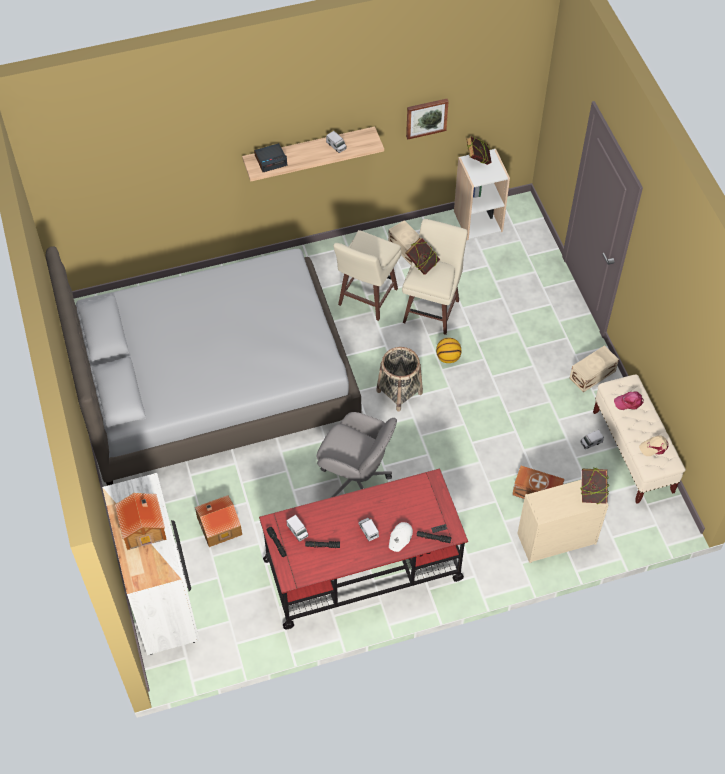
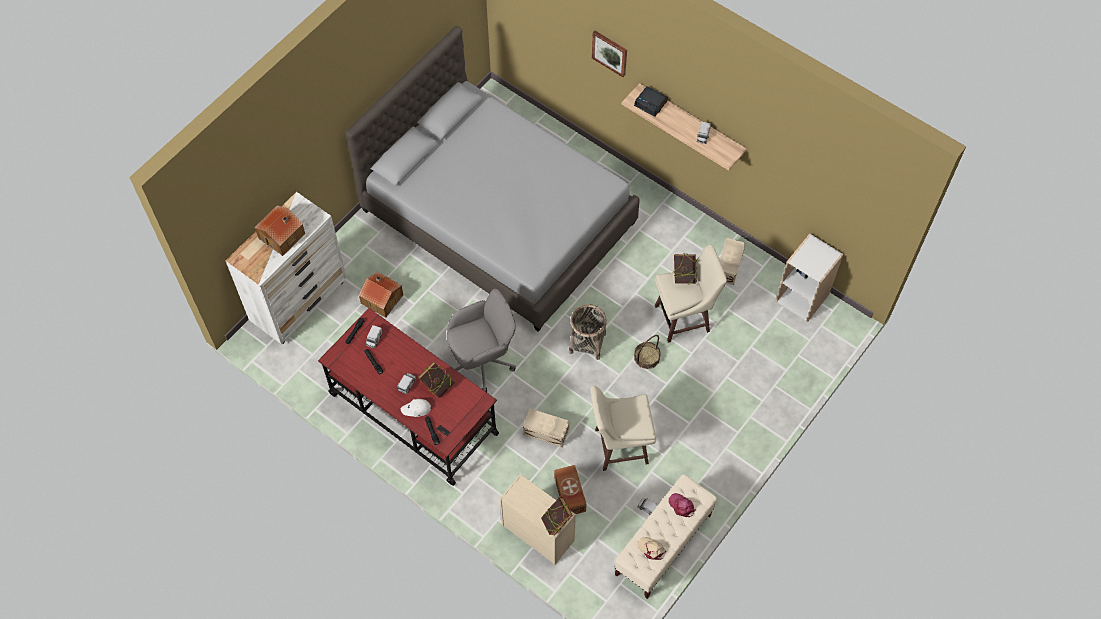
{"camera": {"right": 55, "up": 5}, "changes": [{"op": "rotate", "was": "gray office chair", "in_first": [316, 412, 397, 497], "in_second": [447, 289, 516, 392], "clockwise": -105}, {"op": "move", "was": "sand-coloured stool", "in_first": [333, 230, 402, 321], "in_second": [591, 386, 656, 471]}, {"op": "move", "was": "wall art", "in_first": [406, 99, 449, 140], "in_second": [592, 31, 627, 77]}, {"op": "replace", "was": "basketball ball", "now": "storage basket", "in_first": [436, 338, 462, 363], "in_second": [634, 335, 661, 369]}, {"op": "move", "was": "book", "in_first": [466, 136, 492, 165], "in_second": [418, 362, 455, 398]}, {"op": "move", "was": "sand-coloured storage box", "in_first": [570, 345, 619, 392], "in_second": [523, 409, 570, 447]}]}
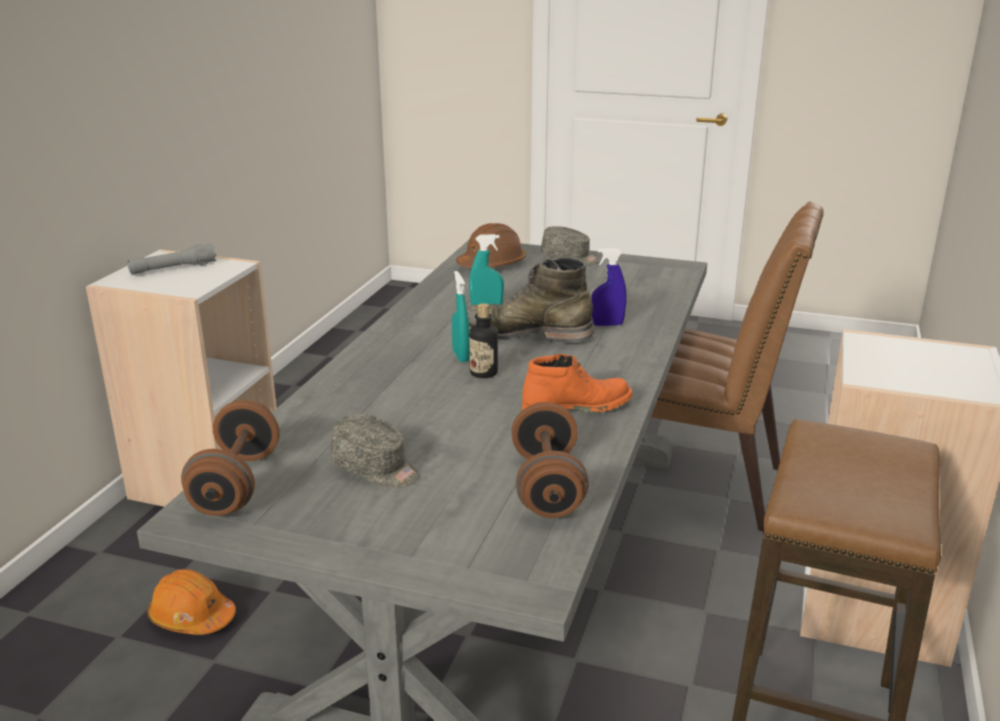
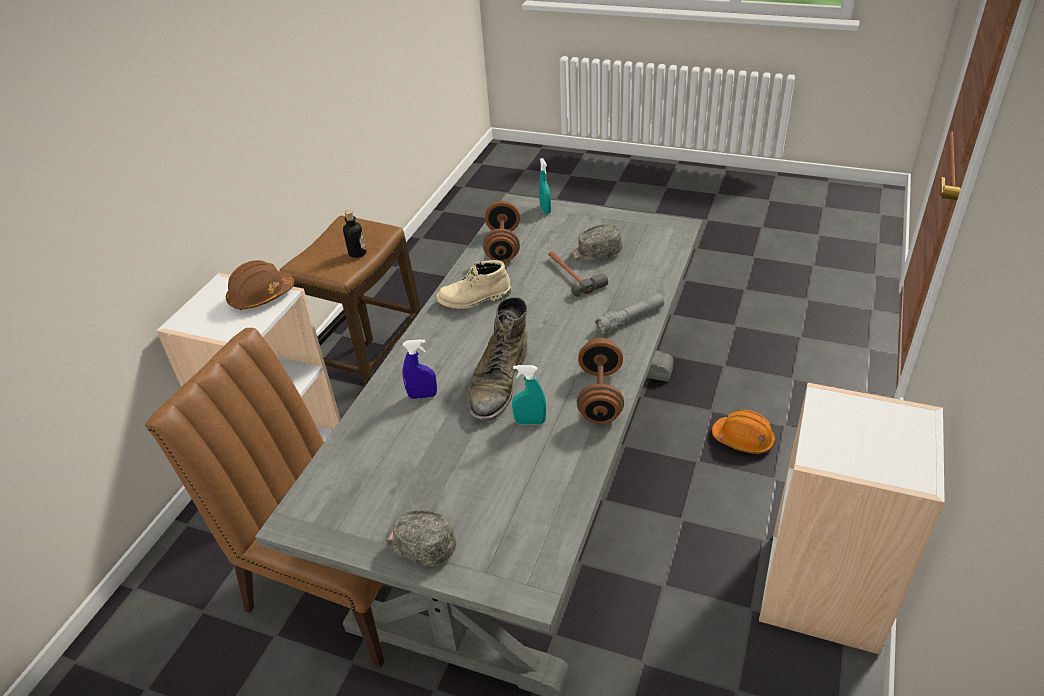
{"camera": {"right": -175, "up": 15}, "changes": [{"op": "move", "was": "gray flashlight", "in_first": [127, 244, 217, 275], "in_second": [595, 294, 664, 334]}, {"op": "move", "was": "brownish free weight", "in_first": [181, 400, 280, 516], "in_second": [577, 338, 624, 424]}, {"op": "rotate", "was": "gray peaked cap", "in_first": [331, 414, 419, 488], "in_second": [569, 224, 622, 262], "clockwise": -45}, {"op": "move", "was": "turquoise hand sprayer", "in_first": [452, 271, 470, 362], "in_second": [539, 158, 551, 214]}, {"op": "move", "was": "brownish work helmet", "in_first": [456, 223, 526, 268], "in_second": [226, 260, 295, 310]}, {"op": "rotate", "was": "greenish high-top boot", "in_first": [466, 258, 594, 343], "in_second": [467, 297, 527, 421], "clockwise": 90}, {"op": "move", "was": "drink bottle", "in_first": [469, 303, 498, 378], "in_second": [343, 210, 367, 258]}, {"op": "recolor", "was": "orange-coloured high-top boot", "now": "sand-coloured high-top boot", "in_first": [522, 354, 632, 413], "in_second": [437, 260, 511, 309]}, {"op": "insert", "now": "hand hammer", "in_second": [548, 251, 608, 297]}]}
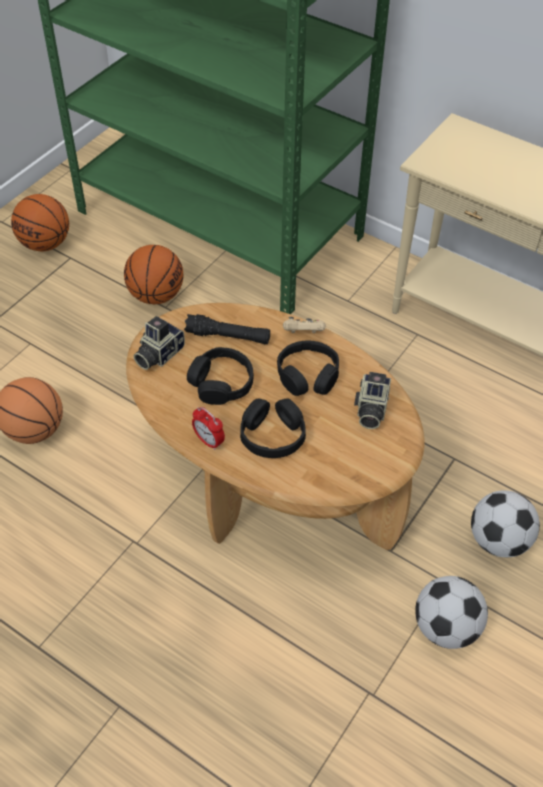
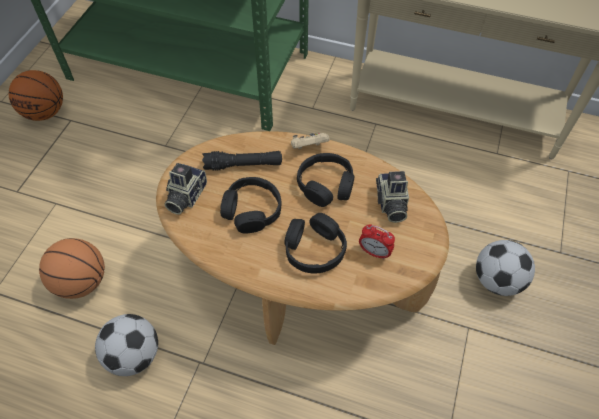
{"camera": {"right": -15, "up": 5}, "changes": [{"op": "delete", "was": "basketball ball", "in_first": [124, 245, 183, 304]}, {"op": "move", "was": "alarm clock", "in_first": [192, 407, 225, 450], "in_second": [359, 224, 395, 260]}, {"op": "move", "was": "ball for football", "in_first": [415, 576, 488, 649], "in_second": [95, 314, 158, 376]}]}
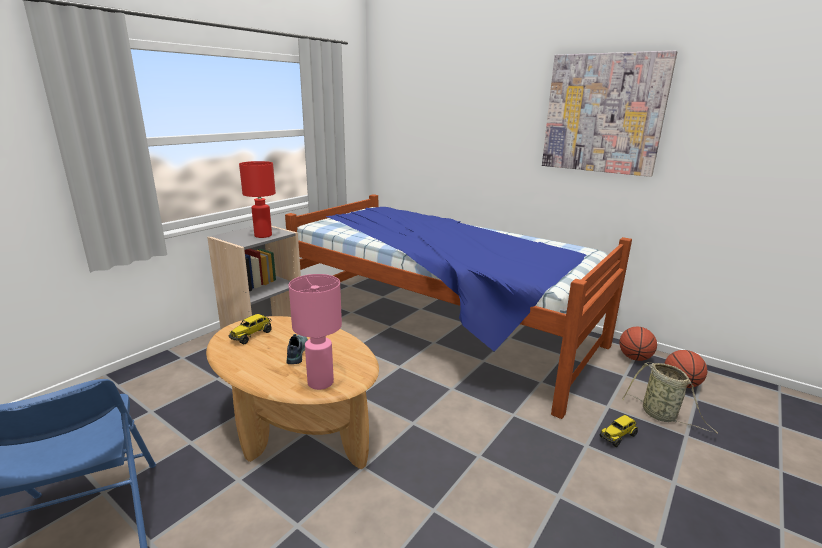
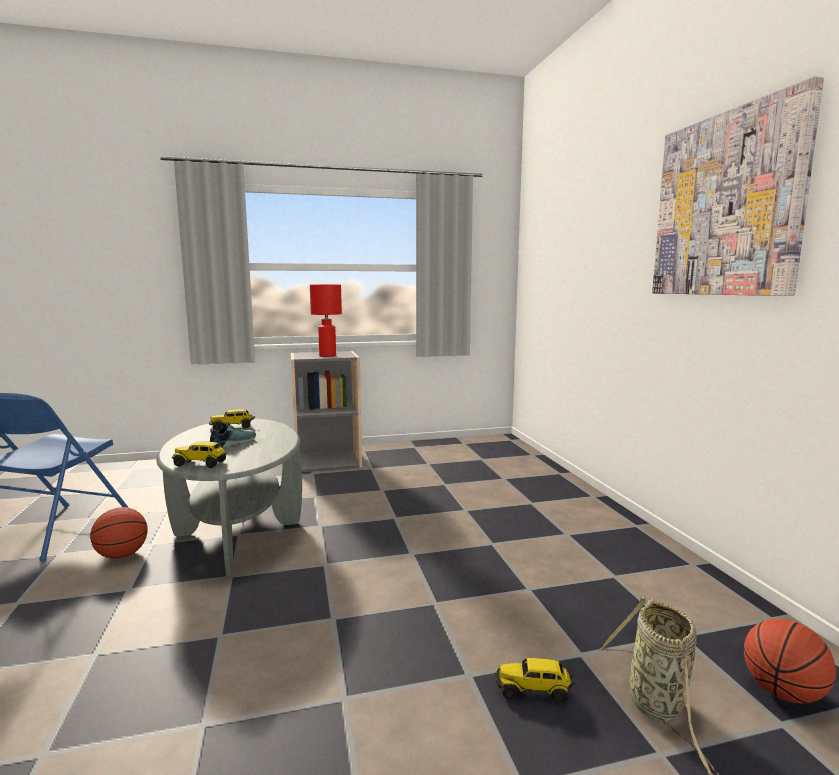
{"camera": {"right": 40, "up": -10}, "changes": [{"op": "recolor", "was": "brownish lounge table", "now": "gray lounge table", "in_first": [206, 316, 379, 469], "in_second": [156, 419, 302, 576]}, {"op": "delete", "was": "sleeping bed", "in_first": [285, 194, 632, 419]}, {"op": "replace", "was": "pink lamp for a table", "now": "toy truck", "in_first": [289, 274, 342, 390], "in_second": [172, 442, 228, 468]}, {"op": "move", "was": "basketball ball", "in_first": [619, 327, 657, 361], "in_second": [90, 507, 148, 559]}]}
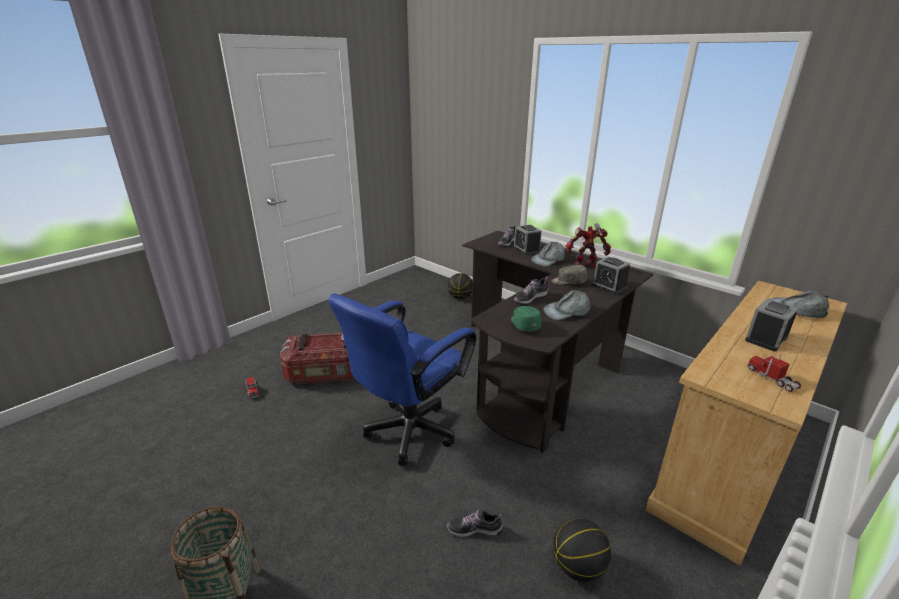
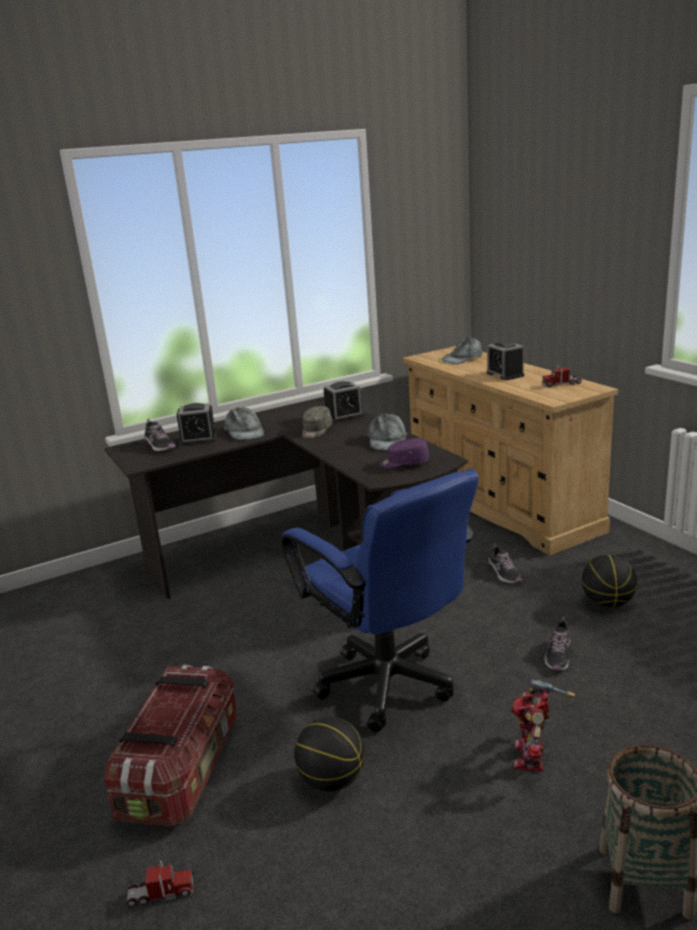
{"camera": {"right": -70, "up": -5}, "changes": [{"op": "move", "was": "basketball ball", "in_first": [447, 273, 473, 299], "in_second": [294, 716, 365, 792]}, {"op": "recolor", "was": "greenish peaked cap", "now": "purplish peaked cap", "in_first": [511, 306, 541, 331], "in_second": [380, 438, 429, 468]}, {"op": "move", "was": "low shoe", "in_first": [514, 276, 549, 304], "in_second": [488, 543, 522, 583]}, {"op": "move", "was": "model robot", "in_first": [565, 224, 611, 267], "in_second": [511, 679, 575, 772]}]}
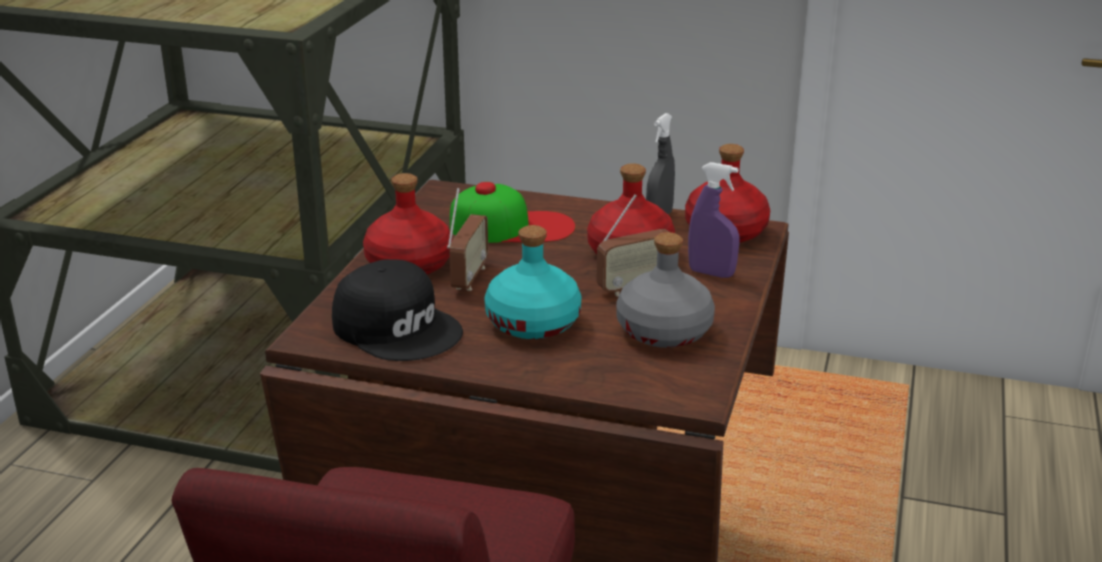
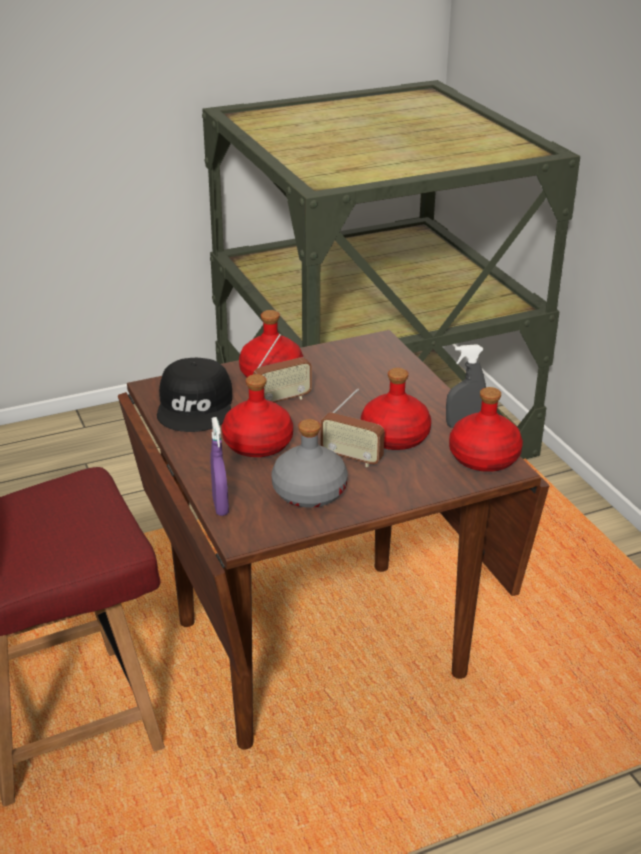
{"camera": {"right": 50, "up": 5}, "changes": [{"op": "delete", "was": "peaked cap", "in_first": [450, 182, 576, 243]}, {"op": "recolor", "was": "turquoise drink bottle", "now": "red-coloured drink bottle", "in_first": [484, 225, 582, 339], "in_second": [222, 374, 293, 457]}, {"op": "move", "was": "purplish hand sprayer", "in_first": [688, 162, 740, 278], "in_second": [211, 417, 229, 516]}]}
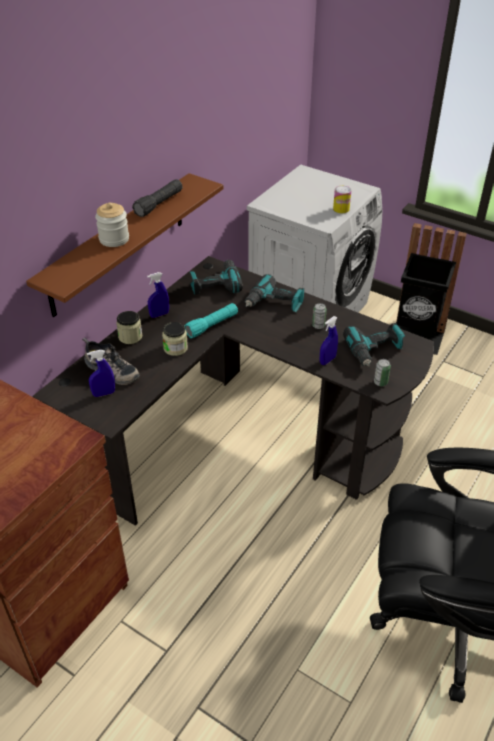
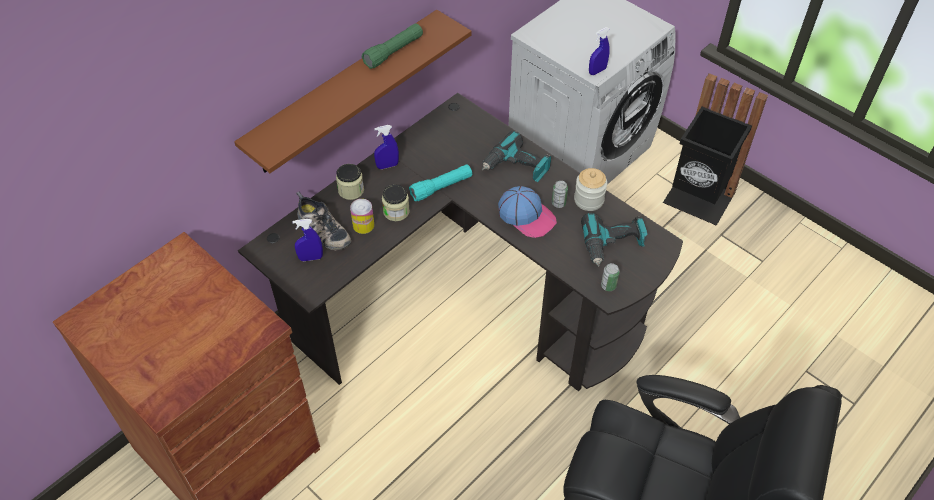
{"camera": {"right": 10, "up": 10}, "changes": [{"op": "move", "was": "jar", "in_first": [95, 202, 129, 247], "in_second": [574, 168, 607, 211]}, {"op": "recolor", "was": "black-coloured flashlight", "now": "greenish flashlight", "in_first": [132, 179, 183, 217], "in_second": [362, 24, 423, 69]}, {"op": "delete", "was": "electric drill", "in_first": [190, 260, 243, 295]}, {"op": "move", "was": "blue-coloured hand sprayer", "in_first": [320, 316, 338, 365], "in_second": [589, 27, 609, 75]}, {"op": "move", "was": "sealed can", "in_first": [333, 186, 351, 213], "in_second": [350, 199, 374, 234]}, {"op": "insert", "now": "peaked cap", "in_second": [498, 186, 557, 238]}]}
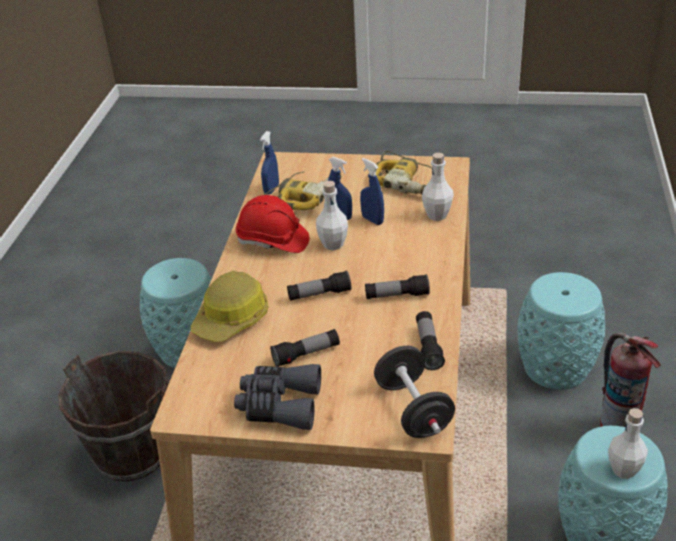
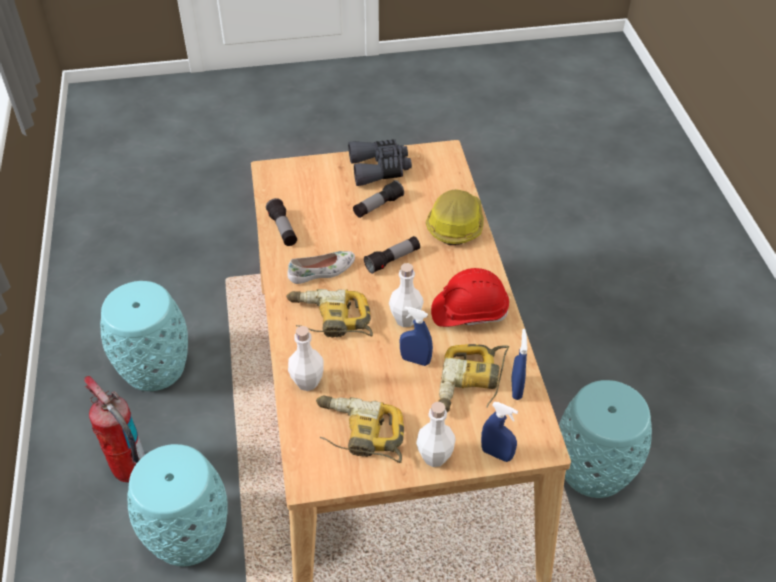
{"camera": {"right": 160, "up": 10}, "changes": [{"op": "delete", "was": "brownish bucket", "in_first": [58, 351, 168, 482]}, {"op": "move", "was": "blue-coloured hand sprayer", "in_first": [360, 158, 384, 225], "in_second": [481, 402, 518, 462]}, {"op": "replace", "was": "flashlight", "now": "white-coloured low shoe", "in_first": [365, 274, 430, 299], "in_second": [287, 251, 355, 284]}, {"op": "delete", "was": "black-coloured free weight", "in_first": [374, 346, 455, 438]}, {"op": "move", "was": "white-coloured drink bottle", "in_first": [608, 408, 648, 479], "in_second": [416, 402, 456, 467]}, {"op": "insert", "now": "electric drill", "in_second": [286, 289, 373, 338]}]}
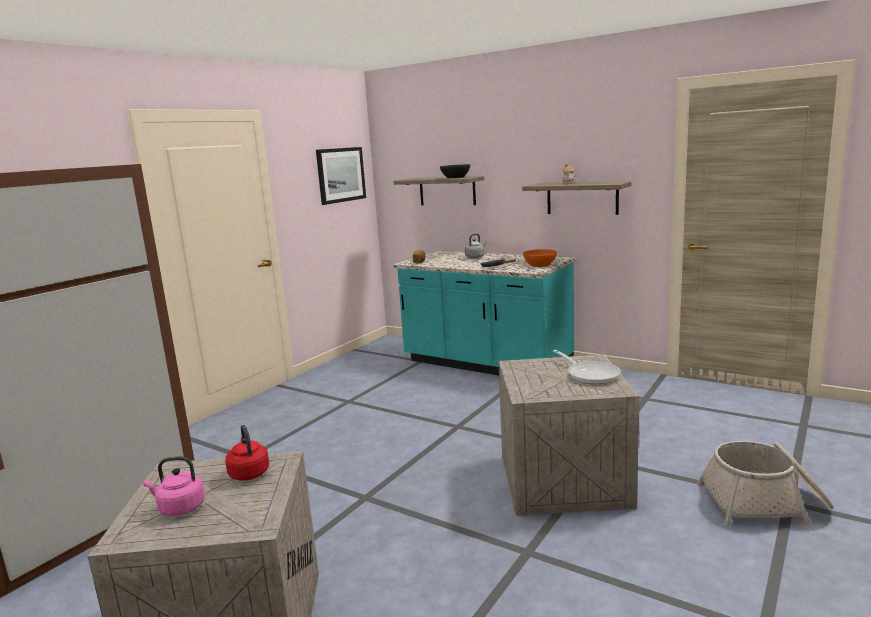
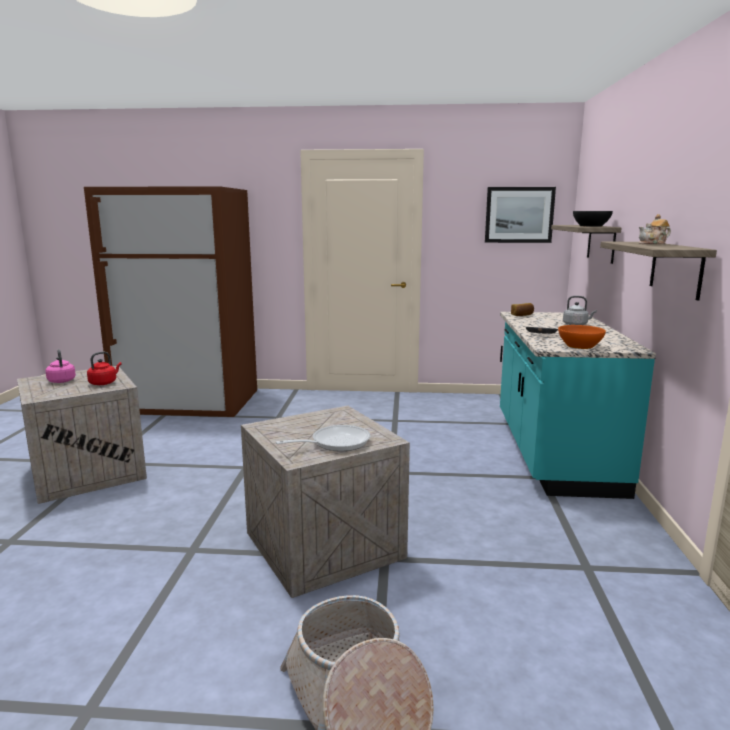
{"camera": {"right": 60, "up": 0}, "changes": [{"op": "rotate", "was": "frying pan", "in_first": [553, 350, 621, 384], "in_second": [276, 425, 371, 451], "clockwise": -150}]}
